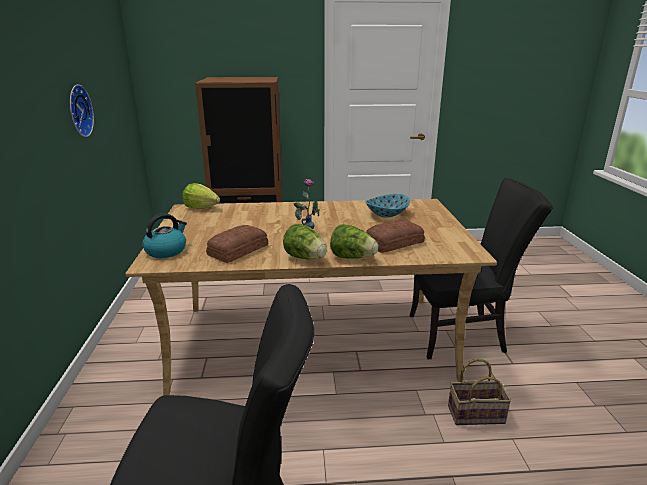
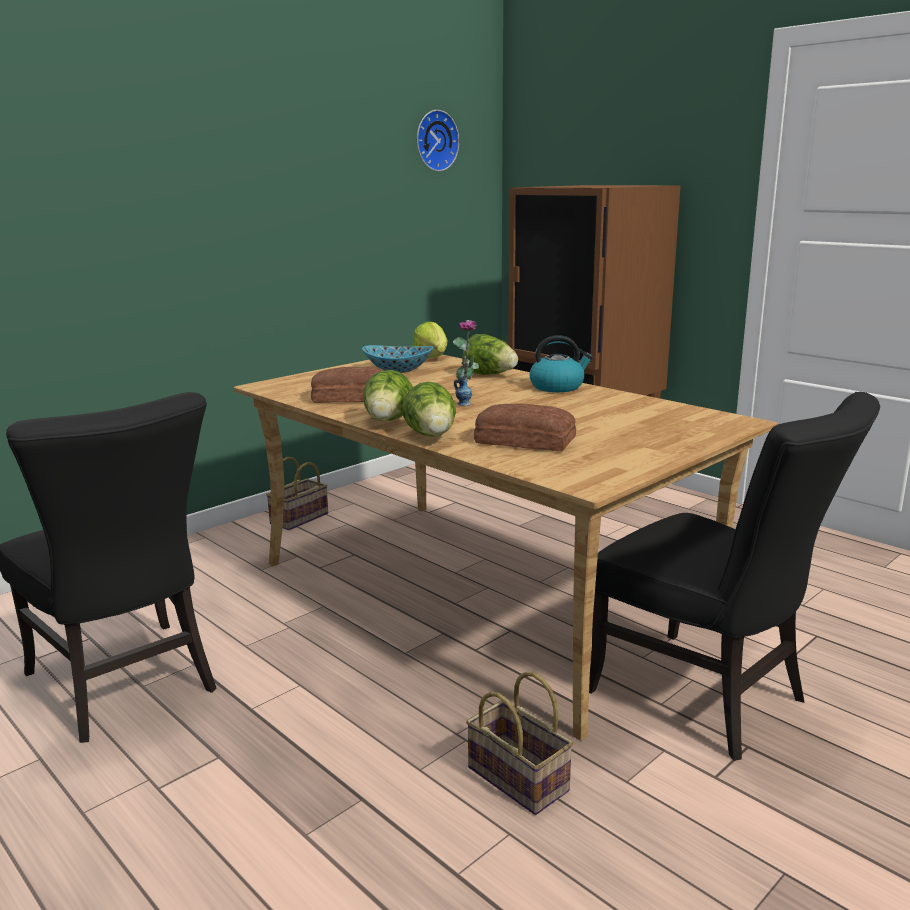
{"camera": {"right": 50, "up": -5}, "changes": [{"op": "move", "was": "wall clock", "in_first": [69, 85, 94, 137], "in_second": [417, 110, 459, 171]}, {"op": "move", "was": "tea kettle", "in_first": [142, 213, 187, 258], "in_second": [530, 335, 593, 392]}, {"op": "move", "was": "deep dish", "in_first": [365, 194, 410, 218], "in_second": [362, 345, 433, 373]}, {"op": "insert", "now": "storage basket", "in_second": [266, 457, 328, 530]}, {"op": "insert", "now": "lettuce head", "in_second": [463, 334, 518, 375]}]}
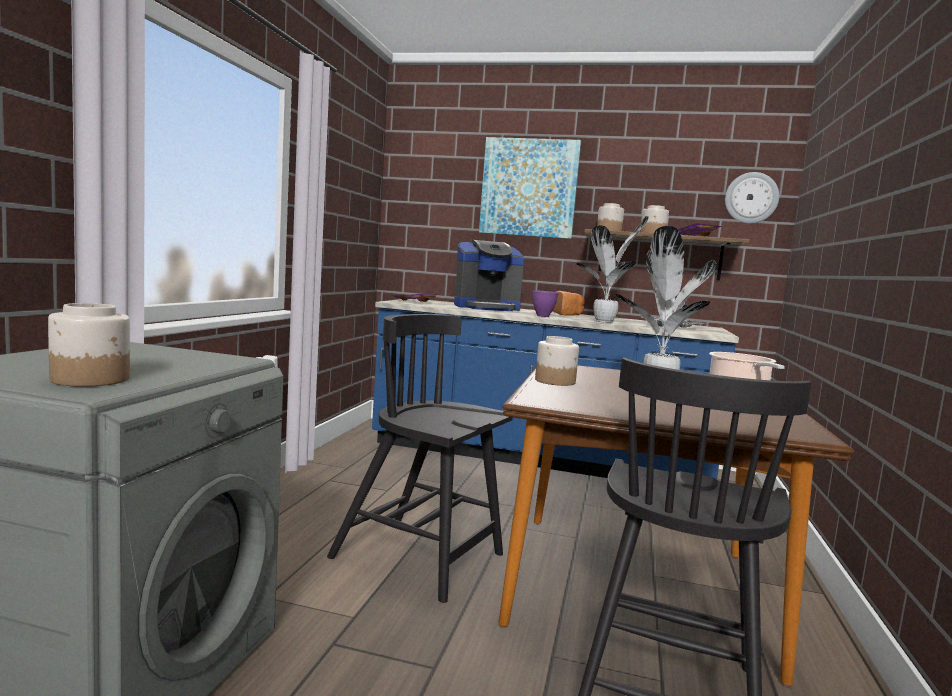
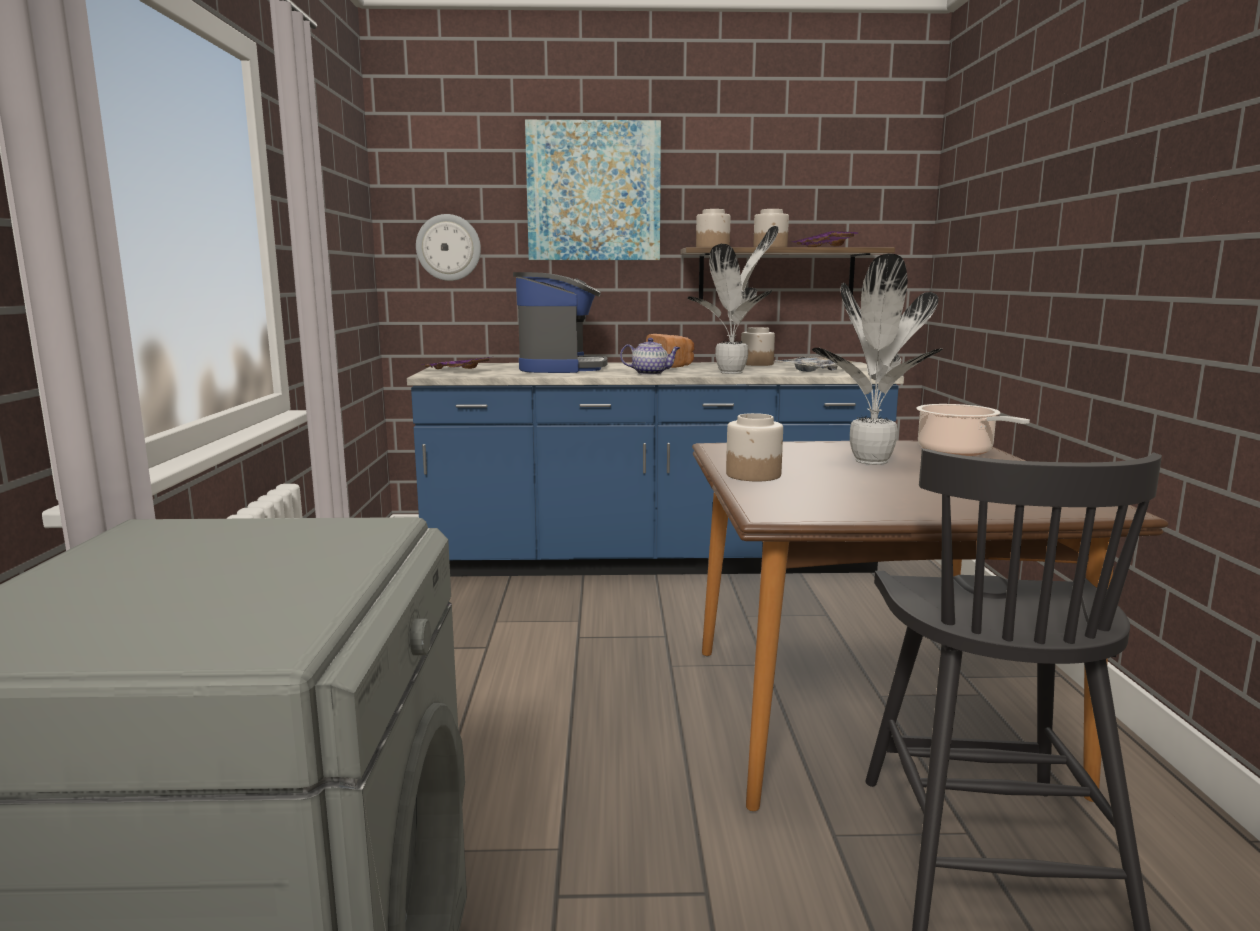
{"camera": {"right": -15, "up": 5}, "changes": [{"op": "move", "was": "jar", "in_first": [48, 303, 130, 387], "in_second": [741, 327, 775, 366]}, {"op": "delete", "was": "black-coloured plain chair", "in_first": [327, 314, 513, 603]}, {"op": "rotate", "was": "coffee machine", "in_first": [454, 240, 525, 311], "in_second": [513, 272, 607, 373], "clockwise": -60}, {"op": "replace", "was": "purplish deep dish", "now": "pot for tea", "in_first": [532, 290, 558, 317], "in_second": [620, 338, 680, 375]}, {"op": "move", "was": "wall clock", "in_first": [725, 172, 779, 224], "in_second": [416, 214, 481, 281]}]}
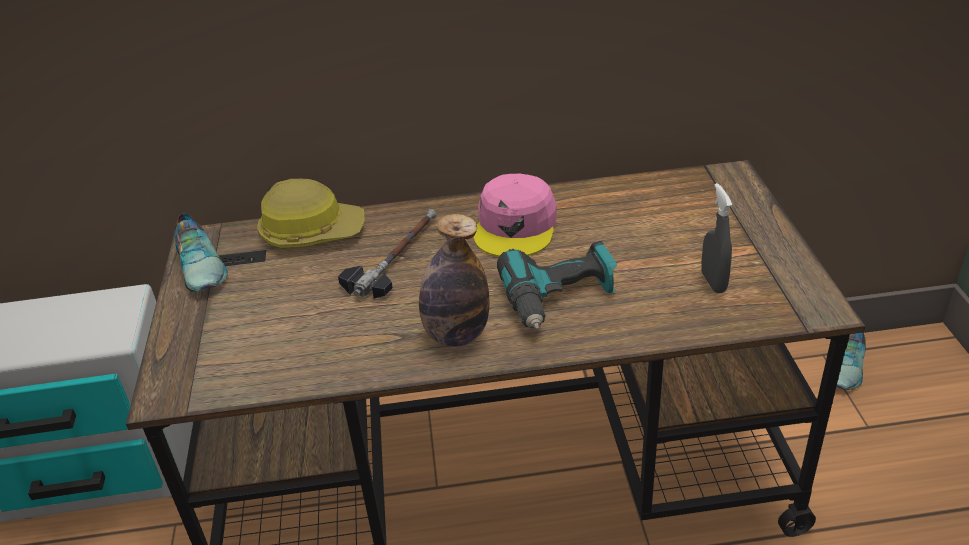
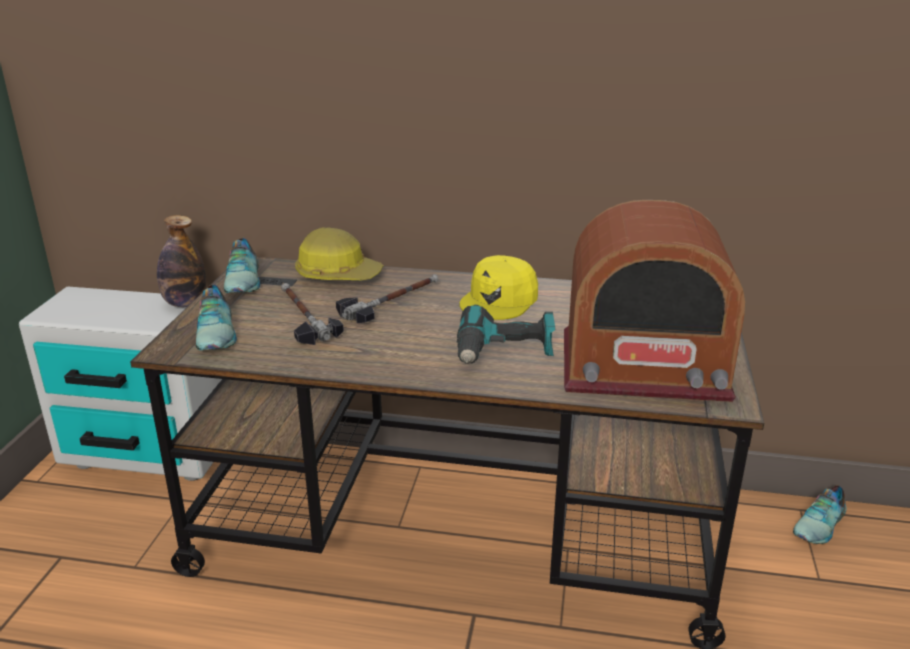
{"camera": {"right": 15, "up": -10}, "changes": [{"op": "move", "was": "drink bottle", "in_first": [419, 214, 489, 347], "in_second": [157, 215, 206, 307]}, {"op": "recolor", "was": "pink peaked cap", "now": "yellowish peaked cap", "in_first": [474, 174, 557, 257], "in_second": [460, 255, 538, 320]}, {"op": "replace", "was": "gray hand sprayer", "now": "radio", "in_first": [701, 183, 732, 293], "in_second": [564, 200, 745, 402]}, {"op": "insert", "now": "low shoe", "in_second": [196, 284, 237, 350]}, {"op": "insert", "now": "hand hammer", "in_second": [281, 283, 344, 345]}]}
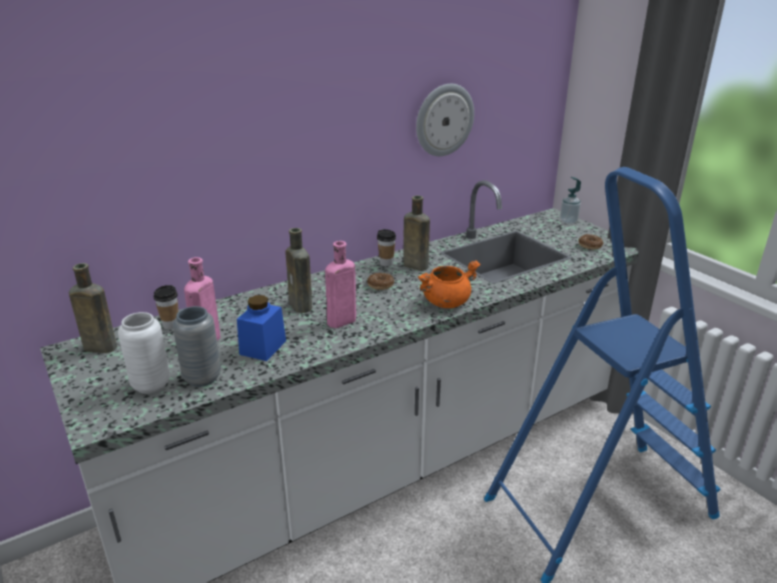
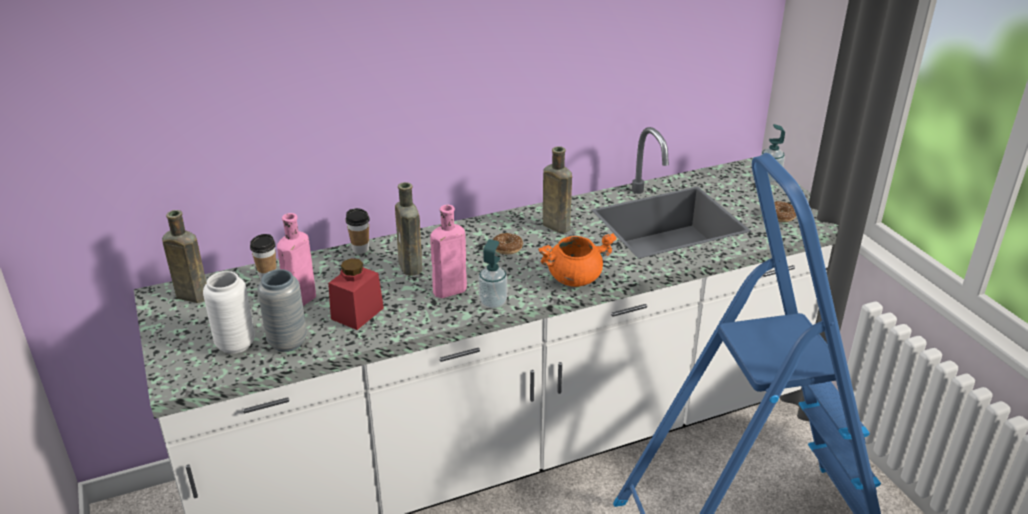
{"camera": {"right": 10, "up": 5}, "changes": [{"op": "recolor", "was": "blue-coloured jar", "now": "red-coloured jar", "in_first": [237, 295, 286, 361], "in_second": [328, 259, 384, 330]}, {"op": "move", "was": "drinking cup", "in_first": [377, 229, 396, 266], "in_second": [346, 208, 370, 254]}, {"op": "delete", "was": "wall clock", "in_first": [416, 84, 474, 156]}, {"op": "insert", "now": "soap dispenser", "in_second": [478, 239, 507, 308]}]}
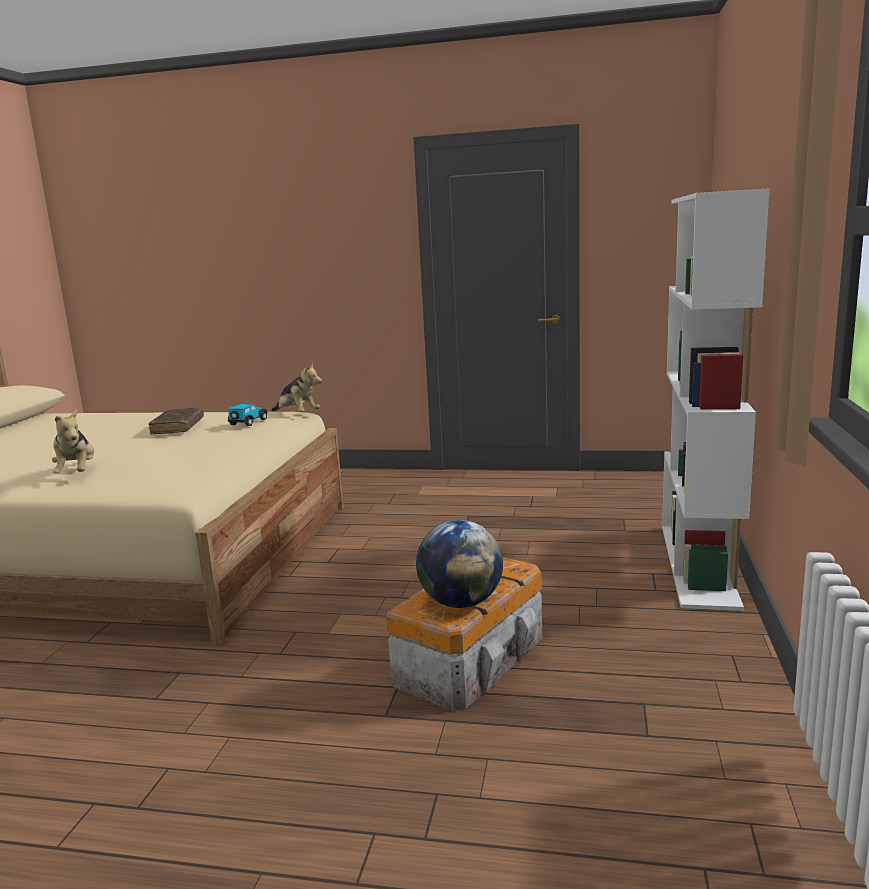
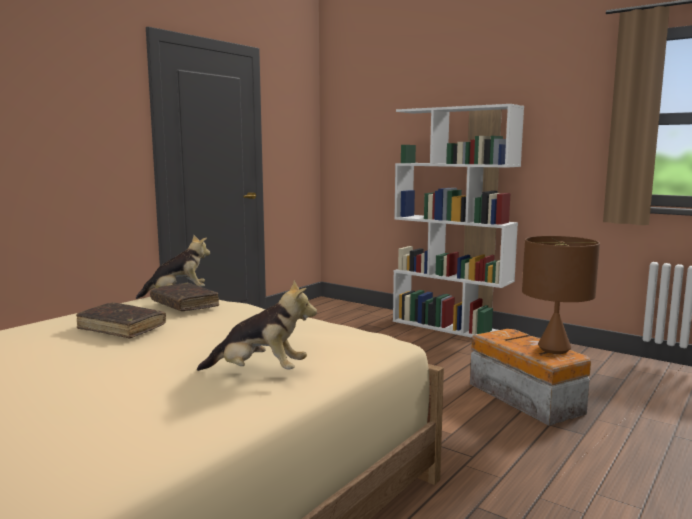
{"camera": {"right": -65, "up": -5}, "changes": [{"op": "replace", "was": "model car", "now": "brownish book", "in_first": [228, 404, 268, 426], "in_second": [150, 283, 219, 311]}, {"op": "replace", "was": "world globe", "now": "brownish lamp for a table", "in_first": [416, 520, 503, 608], "in_second": [522, 236, 600, 354]}]}
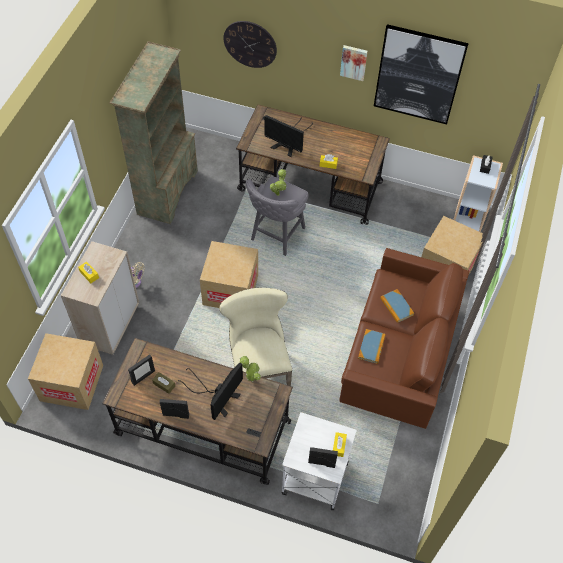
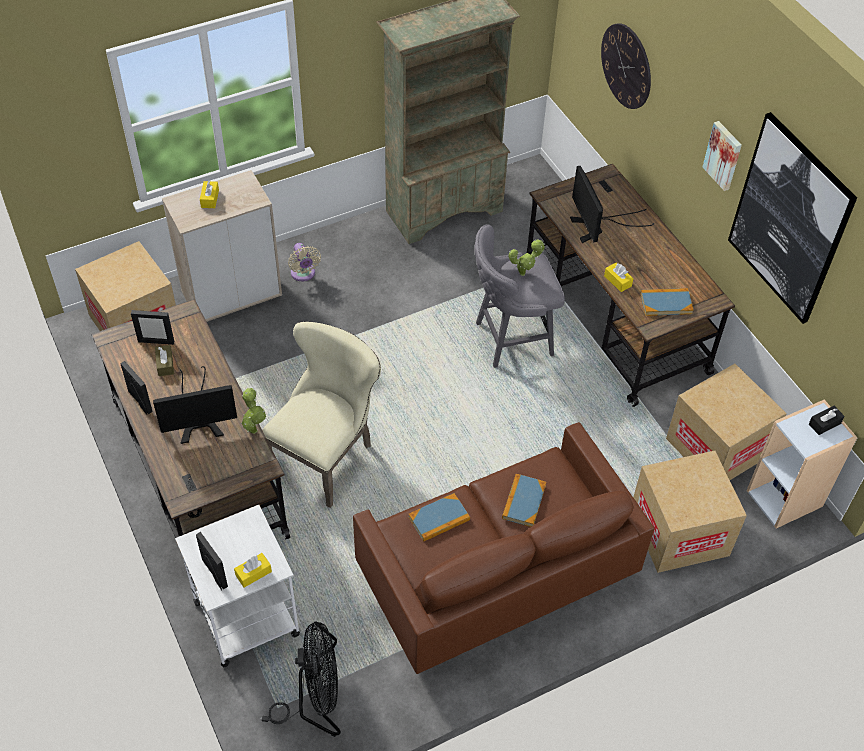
{"camera": {"right": 45, "up": -5}, "changes": [{"op": "move", "was": "carton", "in_first": [200, 241, 258, 308], "in_second": [666, 364, 787, 480]}, {"op": "insert", "now": "black-coloured electric fan", "in_second": [260, 621, 341, 737]}, {"op": "insert", "now": "book", "in_second": [640, 288, 693, 316]}]}
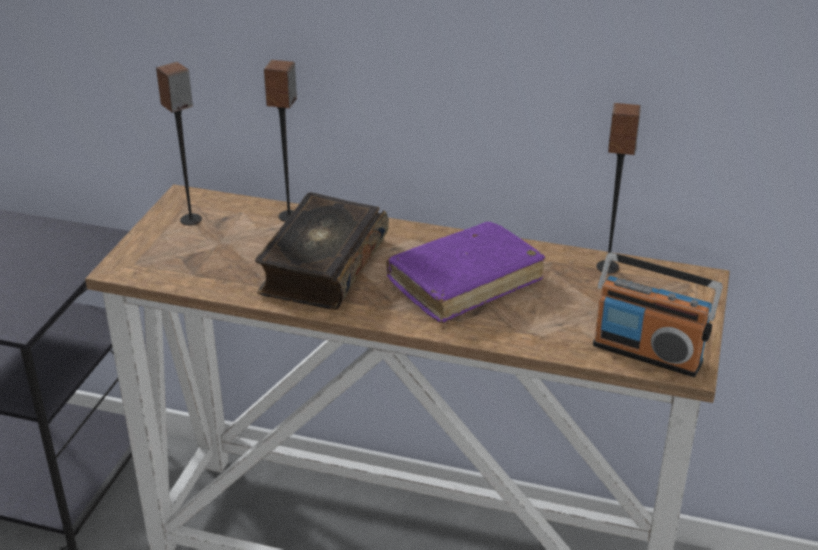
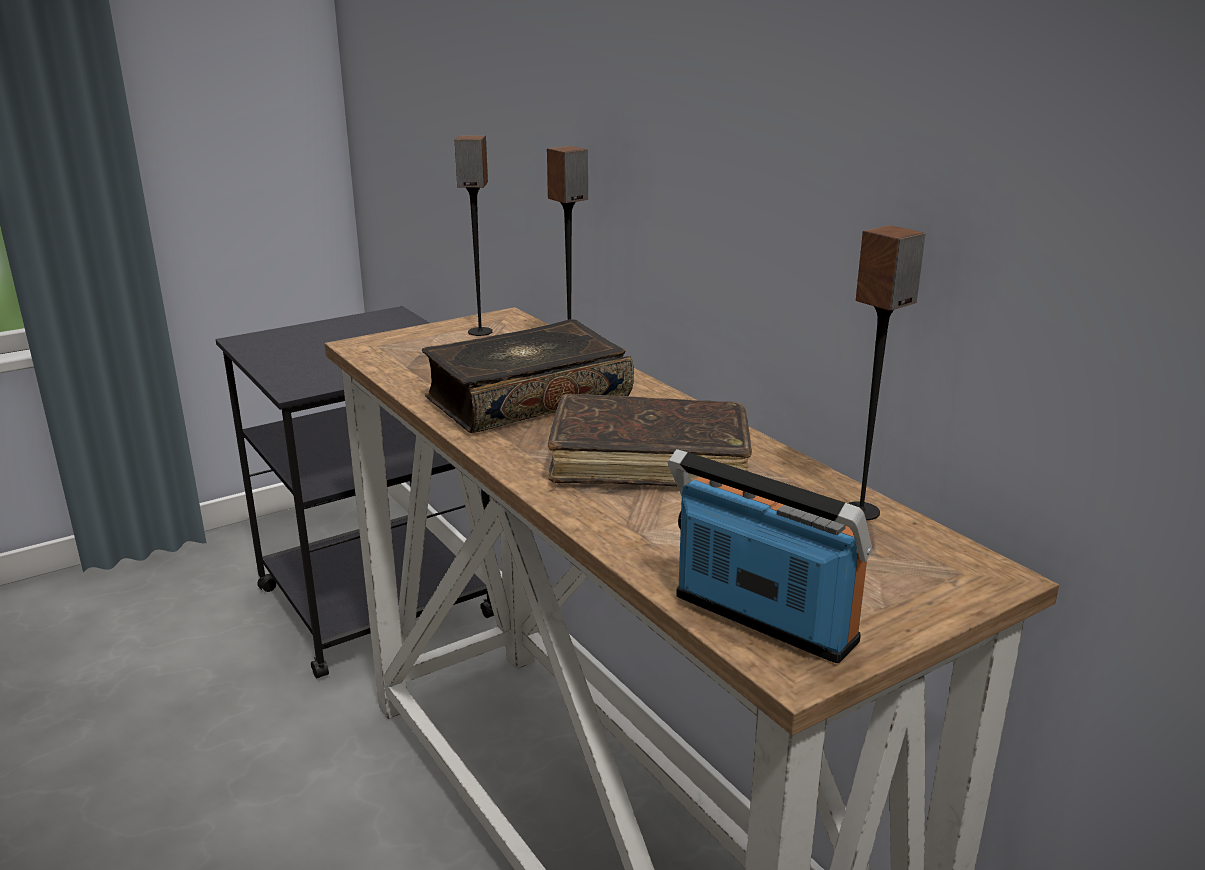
{"camera": {"right": 40, "up": -10}, "changes": [{"op": "recolor", "was": "purplish book", "now": "brownish book", "in_first": [386, 222, 545, 323], "in_second": [548, 394, 752, 486]}, {"op": "rotate", "was": "radio", "in_first": [593, 253, 722, 377], "in_second": [668, 449, 873, 663], "clockwise": 150}]}
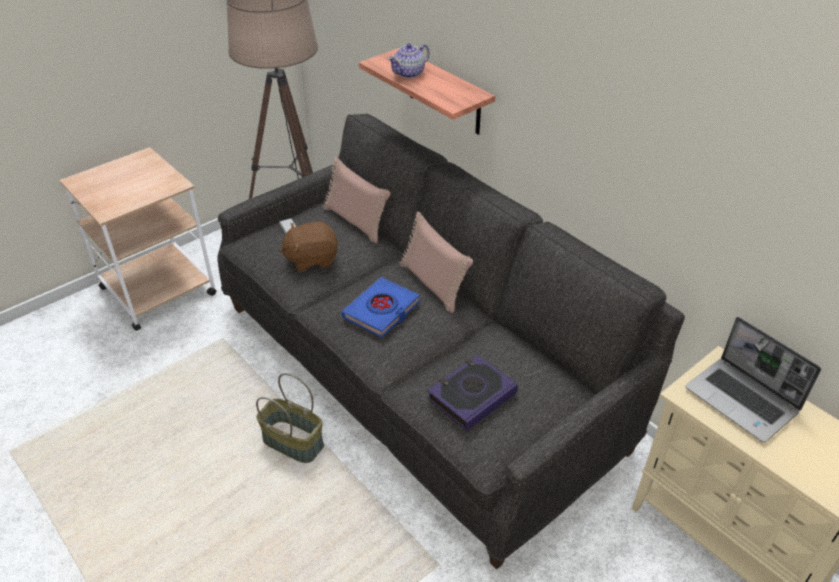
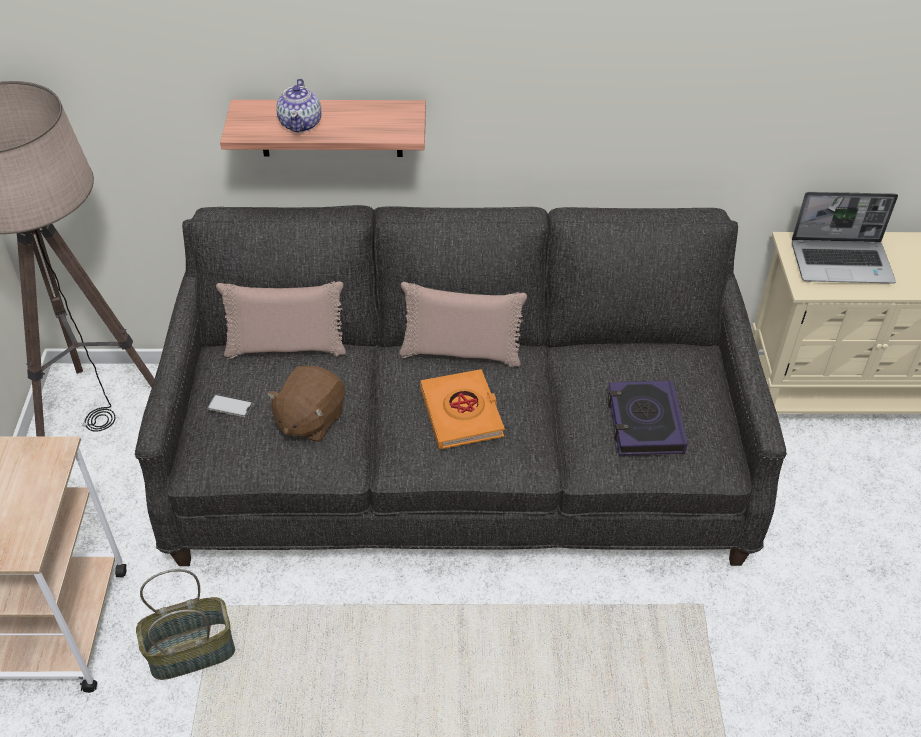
{"camera": {"right": -50, "up": 5}, "changes": [{"op": "move", "was": "storage basket", "in_first": [256, 373, 324, 463], "in_second": [136, 569, 235, 680]}, {"op": "recolor", "was": "blue-coloured book", "now": "orange-coloured book", "in_first": [341, 277, 420, 338], "in_second": [420, 369, 505, 449]}]}
